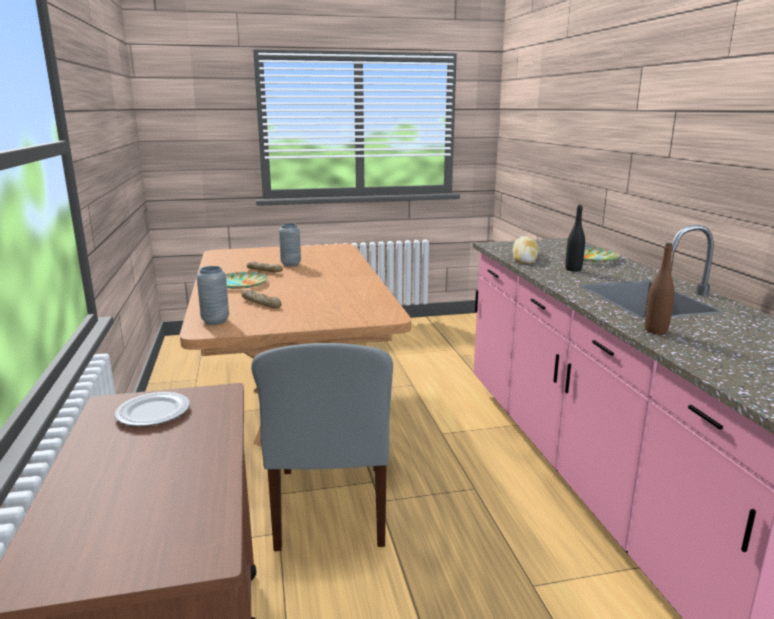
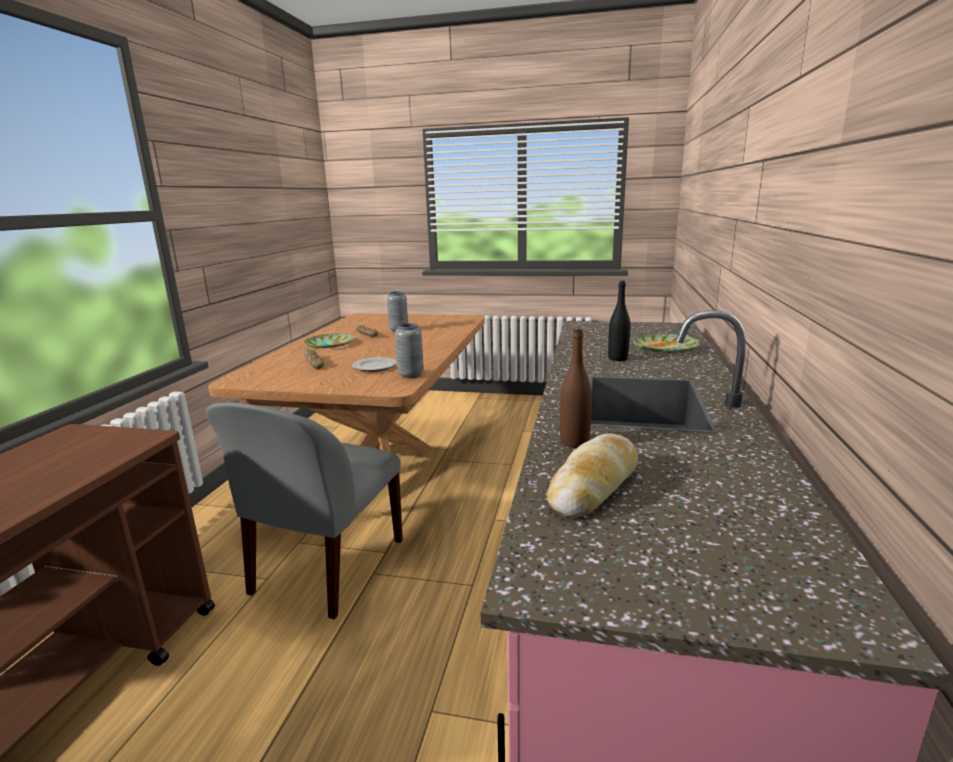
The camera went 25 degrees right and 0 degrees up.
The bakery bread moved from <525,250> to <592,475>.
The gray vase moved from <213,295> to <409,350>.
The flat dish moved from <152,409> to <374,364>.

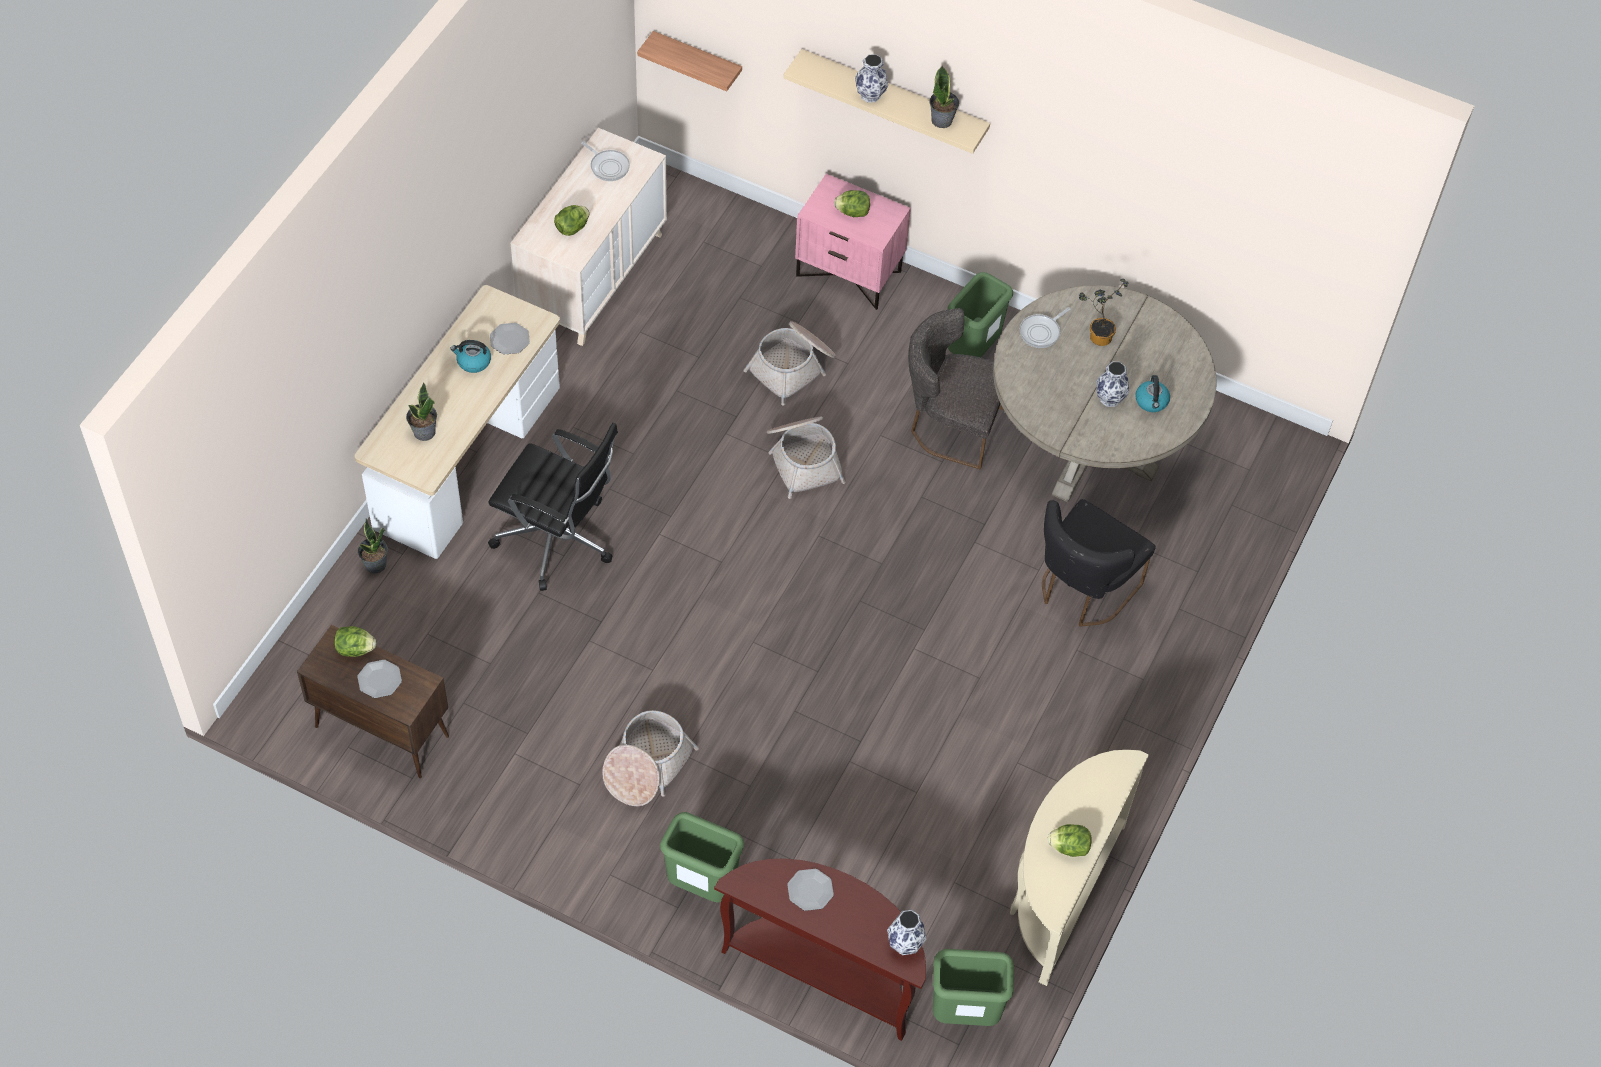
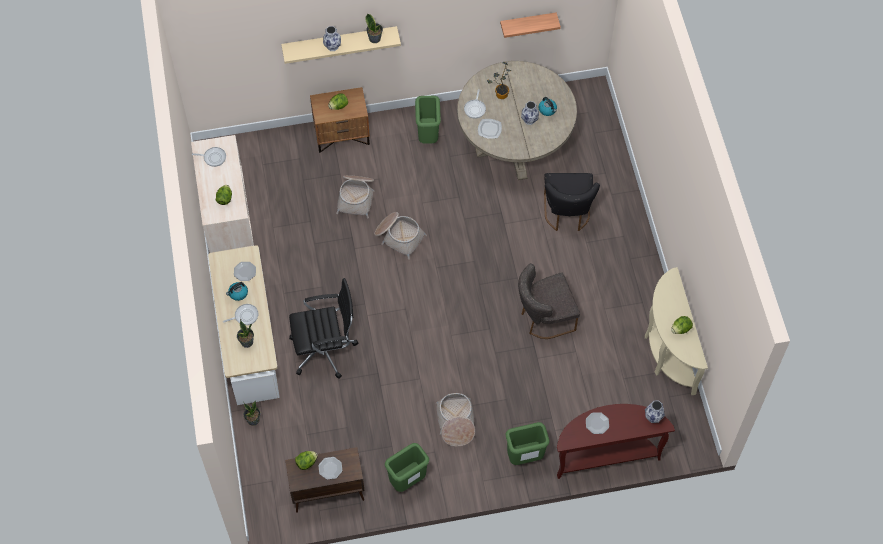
The camera went 35 degrees left and 5 degrees up.
The bracket shelf moved from <689,61> to <530,25>.
The pinkish nightstand at <853,242> became the brownish nightstand at <340,120>.
The gray plain chair moved from <955,388> to <549,301>.
The greenish waste bin moved from <973,987> to <407,467>.
The flat dish at <490,129> appeared.
The skillet at <240,314> appeared.

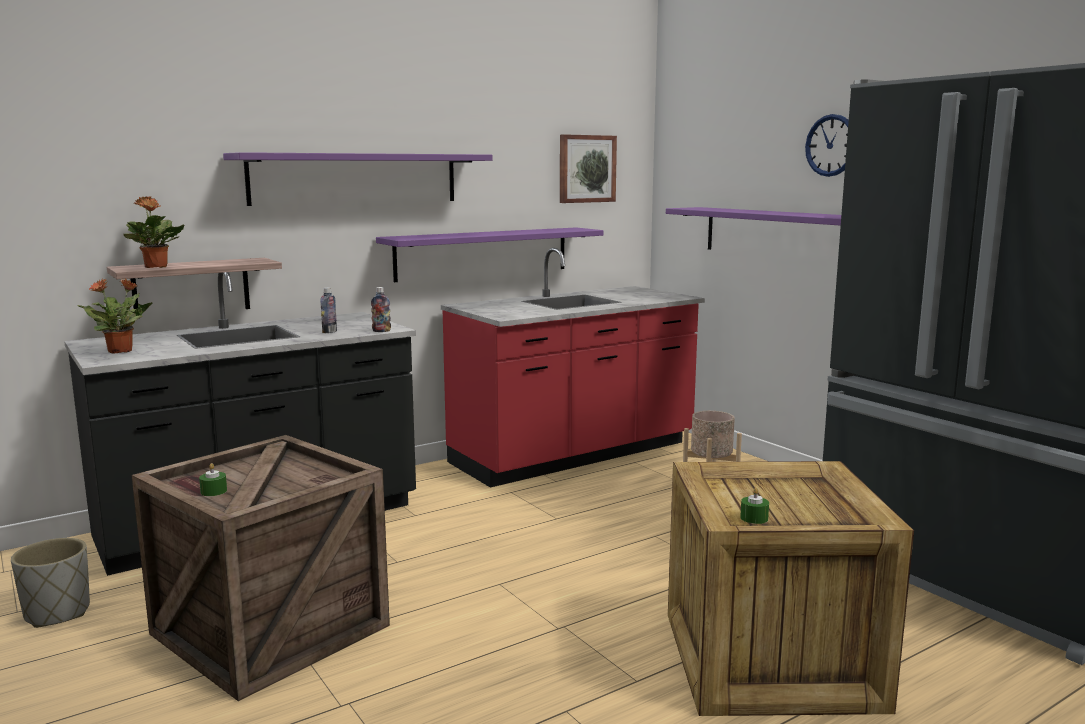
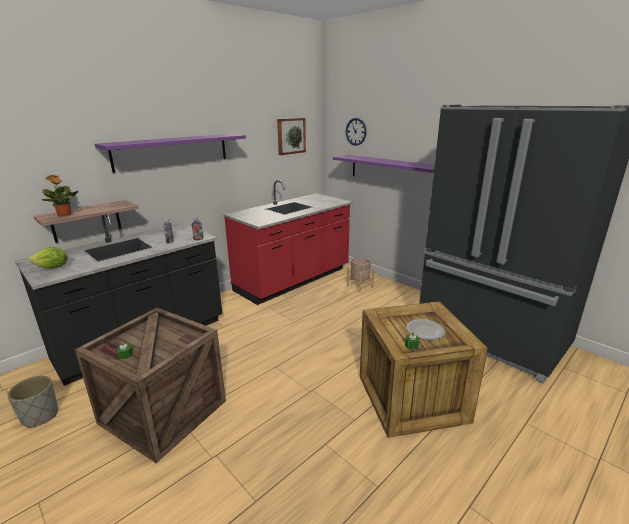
The camera went 10 degrees left and 10 degrees up.
The hanging clock moved from <827,145> to <356,132>.
The purple-coloured bracket shelf at <489,255> disappeared.
The houseplant at <115,316> was replaced by the lettuce head at <48,258>.
The flat dish at <425,329> appeared.

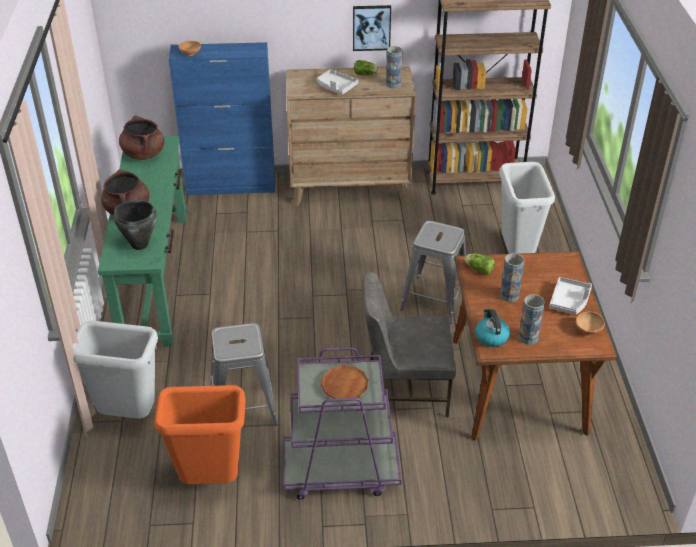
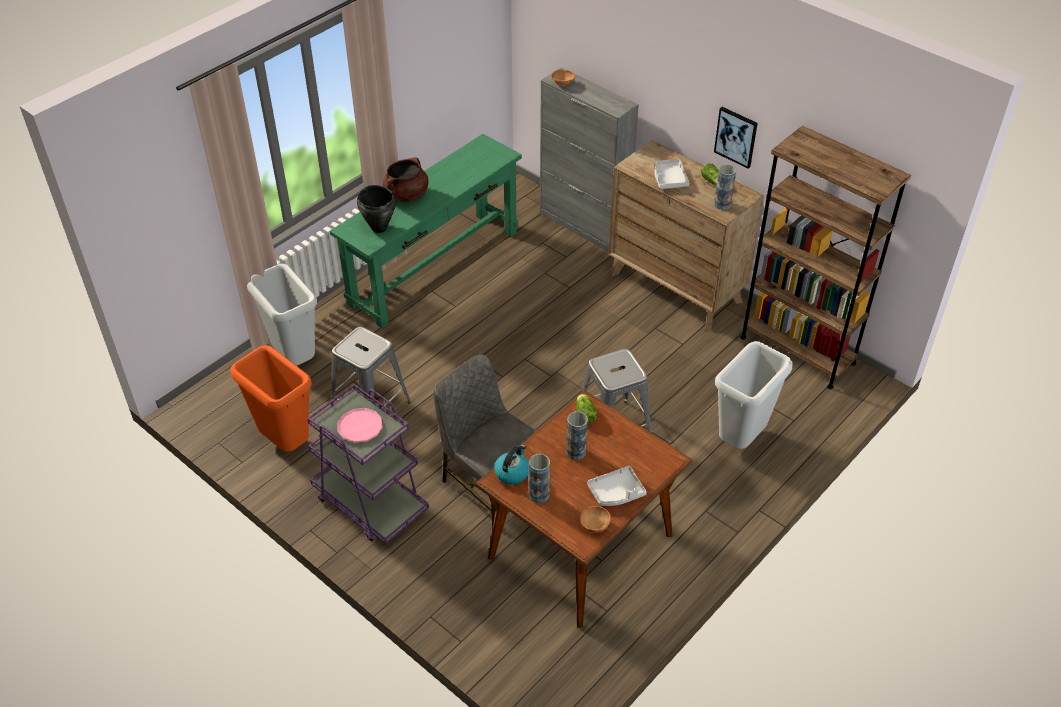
The camera went 45 degrees right and 5 degrees up.
The blue-coloured cupboard at <222,118> became the gray cupboard at <589,159>.
The brownish stockpot at <141,137> disappeared.
The brownish flat dish at <345,382> became the pinkish flat dish at <360,425>.

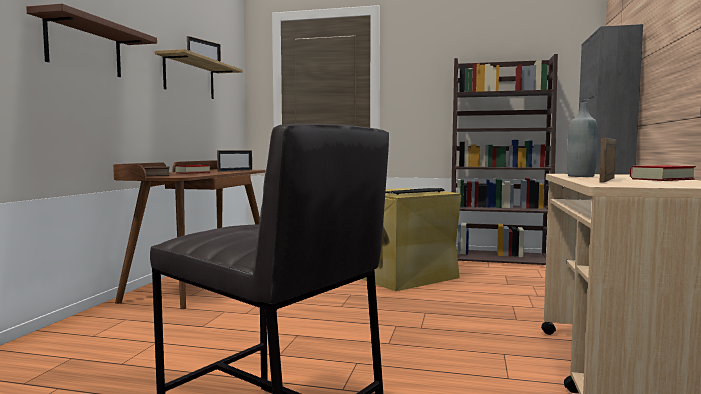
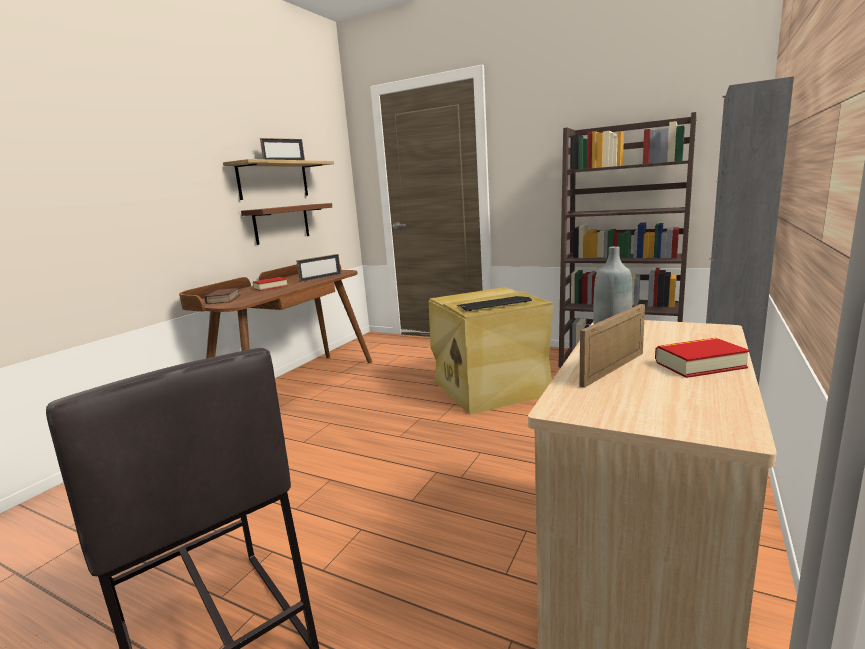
The camera went 15 degrees right and 10 degrees up.
The brownish bracket shelf moved from <91,40> to <286,224>.

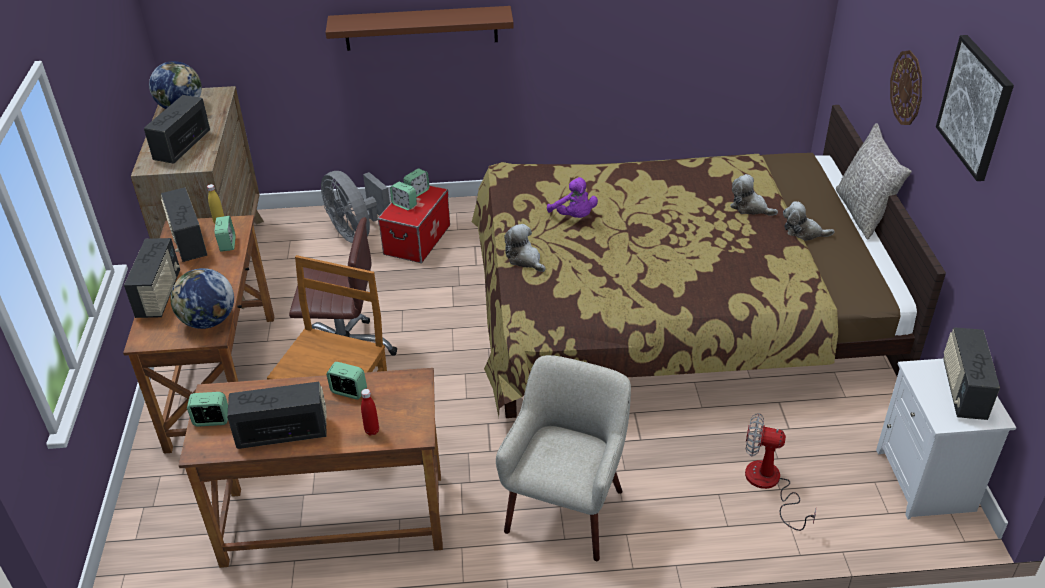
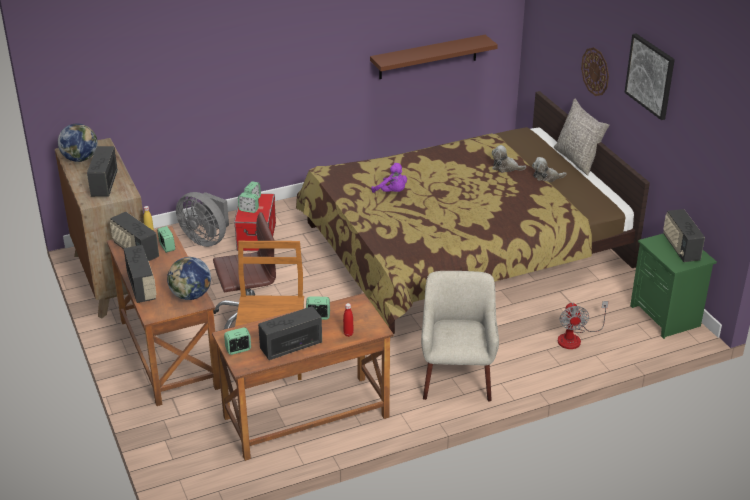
The camera went 20 degrees left and 5 degrees down.
The brownish bracket shelf moved from <420,28> to <434,57>.
The soft toy at <524,248> disappeared.
The whitish nightstand at <946,438> became the greenish nightstand at <673,286>.
The cooling fan at <780,472> turned 90 degrees counterclockwise.

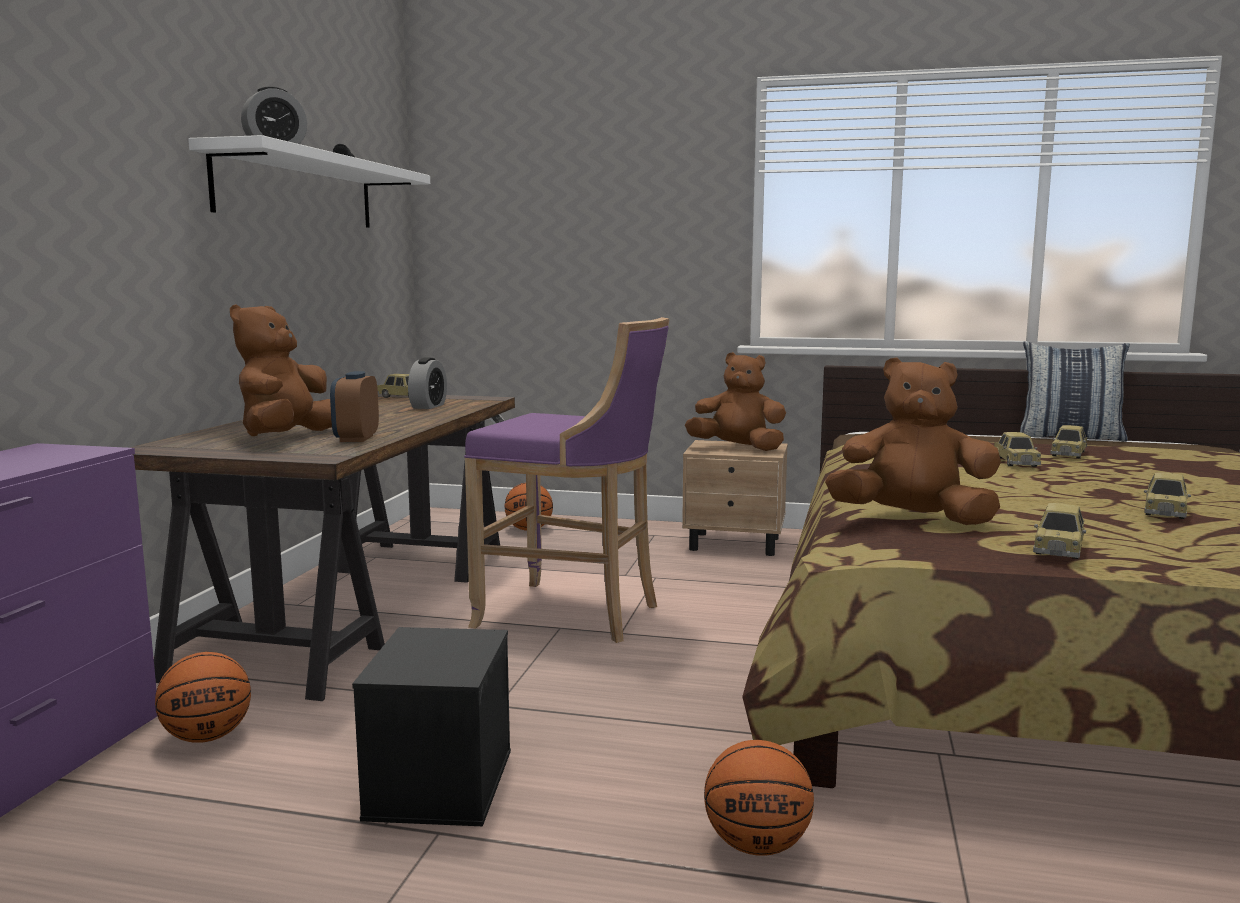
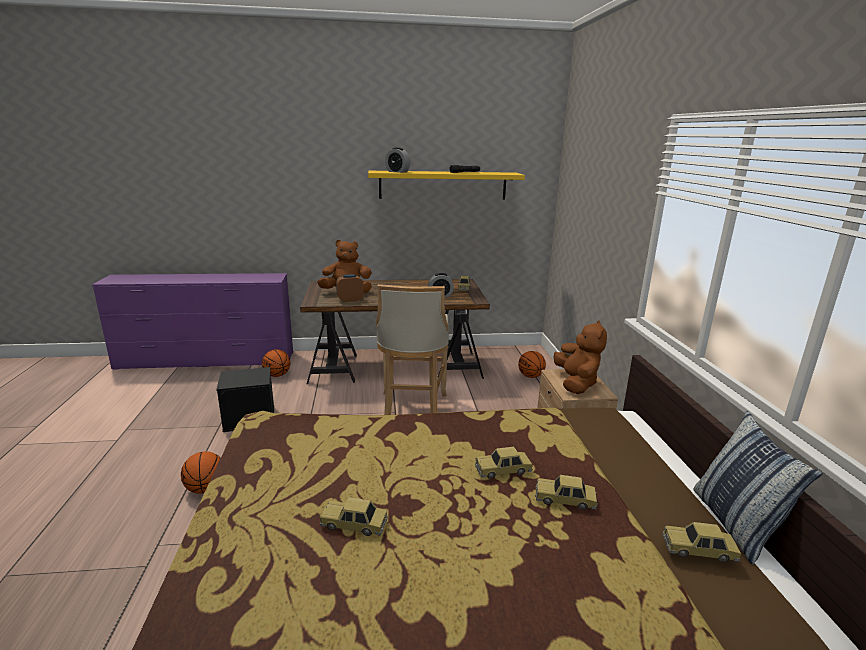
The camera went 70 degrees right and 10 degrees up.
The whitish bracket shelf at <309,181> became the yellow bracket shelf at <446,185>.
The purple-coloured sitting stool at <566,480> became the sand-coloured sitting stool at <412,349>.
The brownish soft toy at <913,441> disappeared.
The model car moved from <1059,531> to <702,542>.

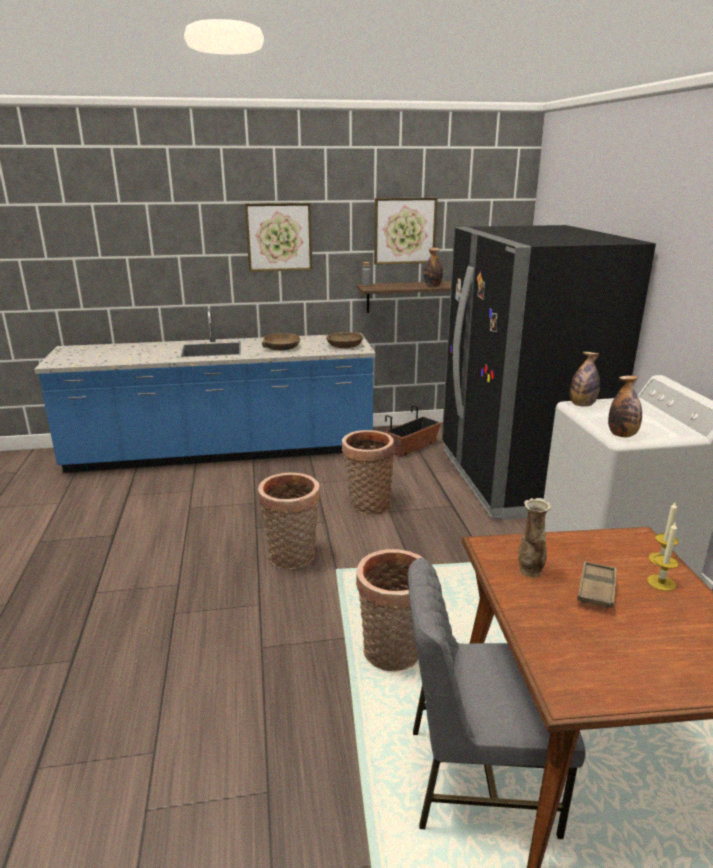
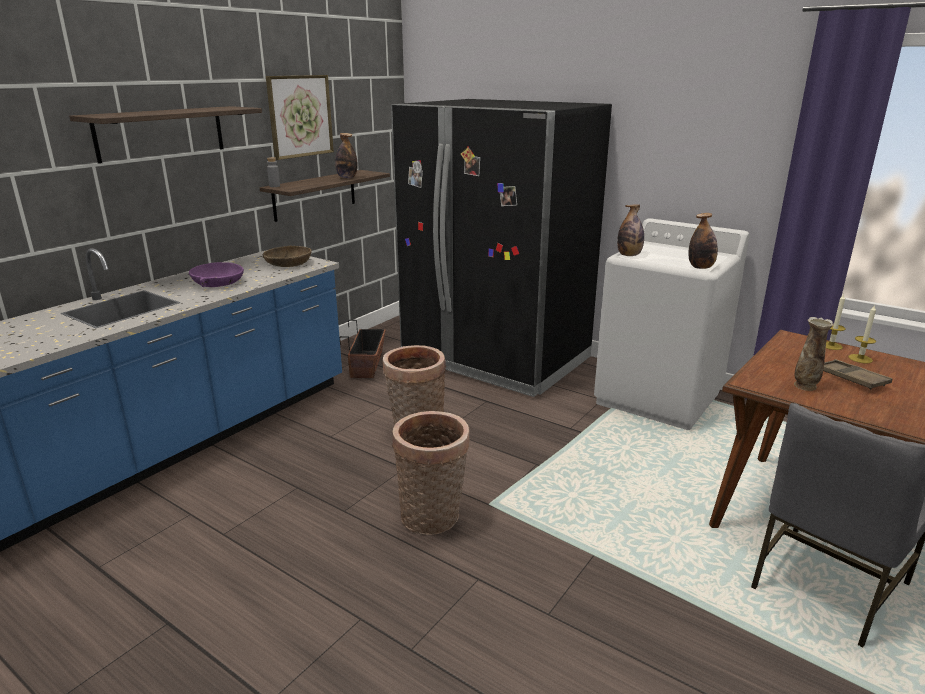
The camera went 45 degrees left and 0 degrees up.
The wall picture at <278,237> was replaced by the bracket shelf at <165,135>.
The brownish deep dish at <281,341> became the purple-coloured deep dish at <216,274>.
The basket at <389,610> disappeared.

